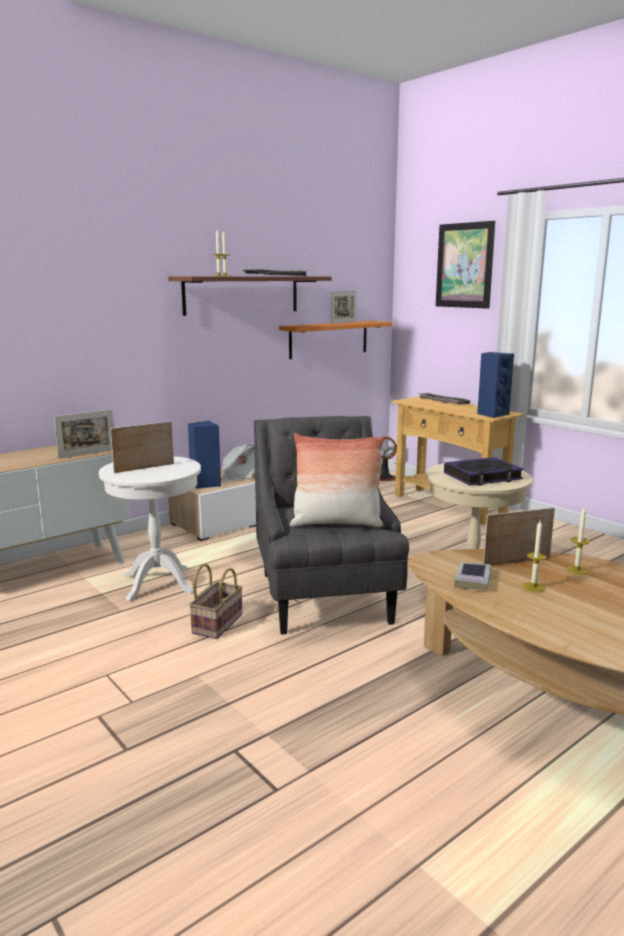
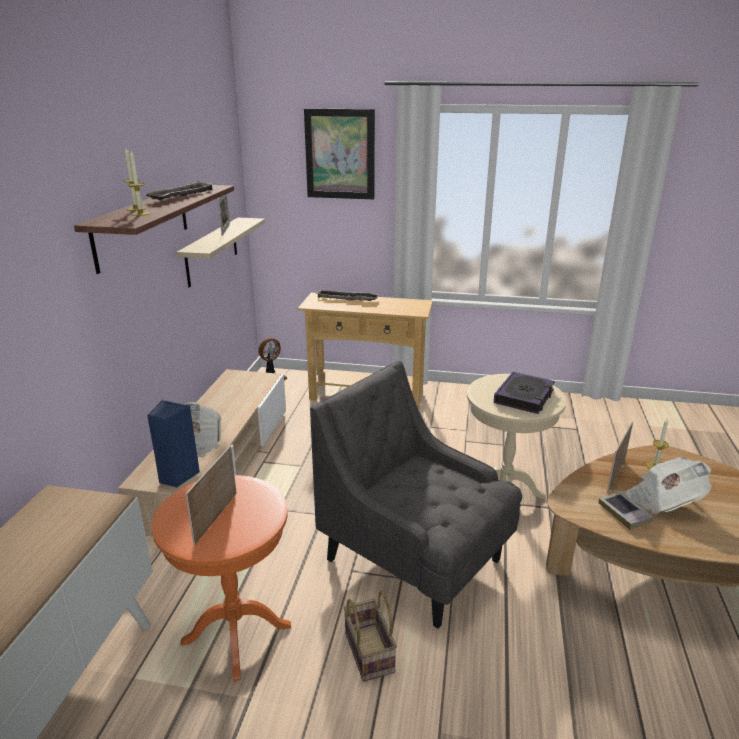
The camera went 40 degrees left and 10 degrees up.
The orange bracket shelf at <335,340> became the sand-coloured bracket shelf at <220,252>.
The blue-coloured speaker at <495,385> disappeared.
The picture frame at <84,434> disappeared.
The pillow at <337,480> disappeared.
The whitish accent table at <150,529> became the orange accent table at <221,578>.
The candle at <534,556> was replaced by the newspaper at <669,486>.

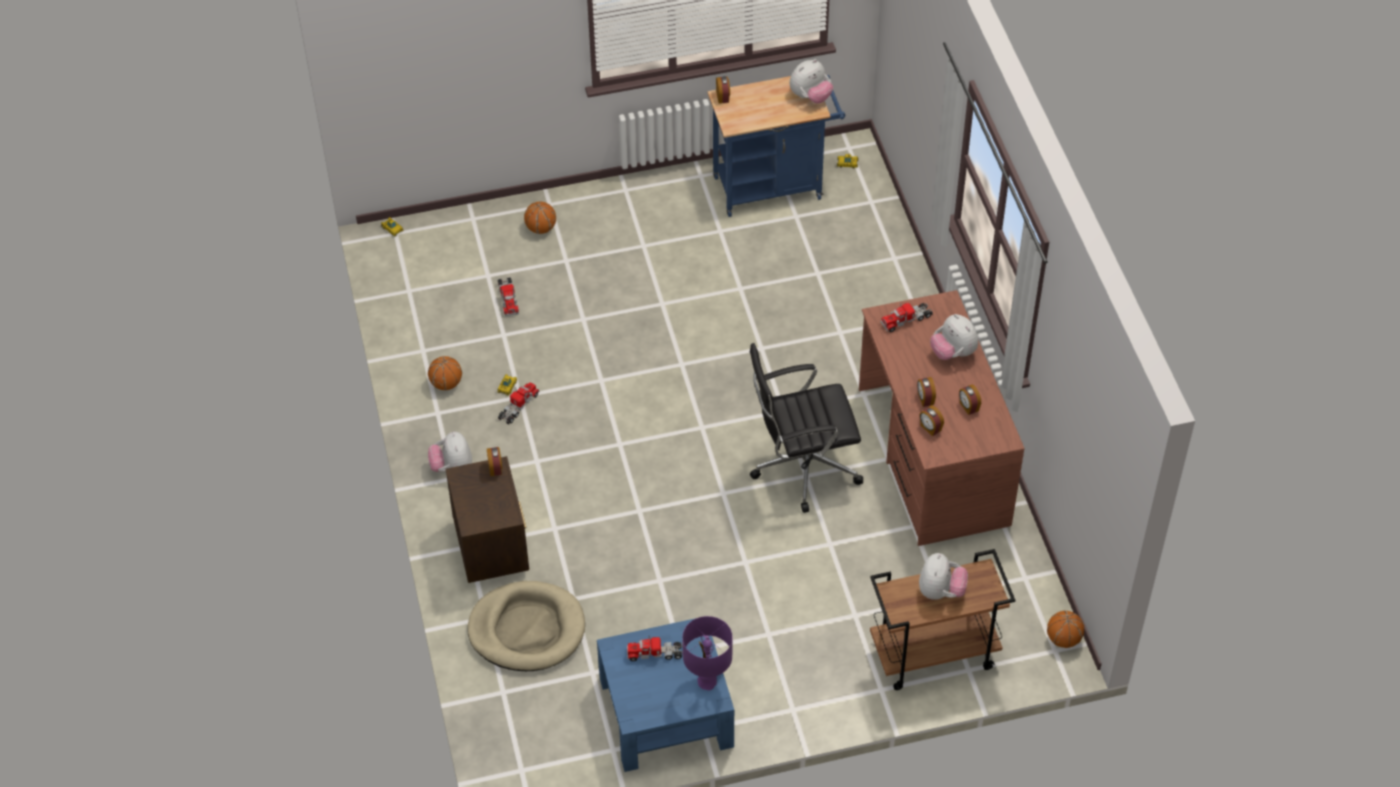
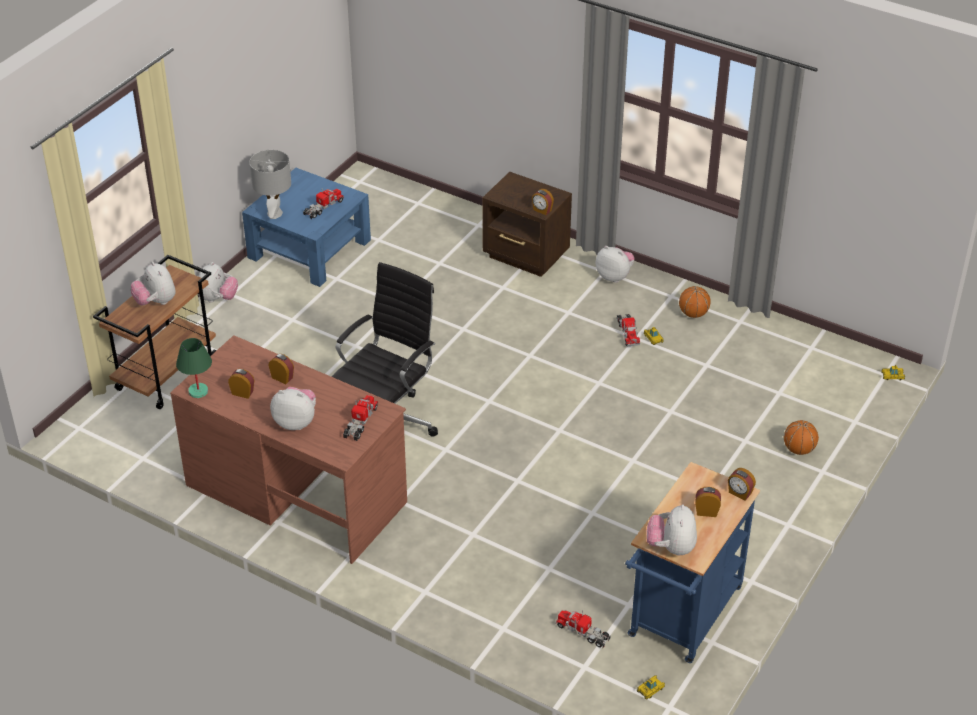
The camera went 135 degrees right and 10 degrees down.
The toy truck moved from <508,296> to <583,629>.
The table clock moved from <932,420> to <708,502>.
The sand-coloured dog cushion at <526,626> disappeared.
The basketball ball at <1065,629> disappeared.
The purple-coloured table lamp at <707,653> became the gray table lamp at <270,184>.
The soft toy at <218,282> appeared.
The greenish table lamp at <194,368> appeared.

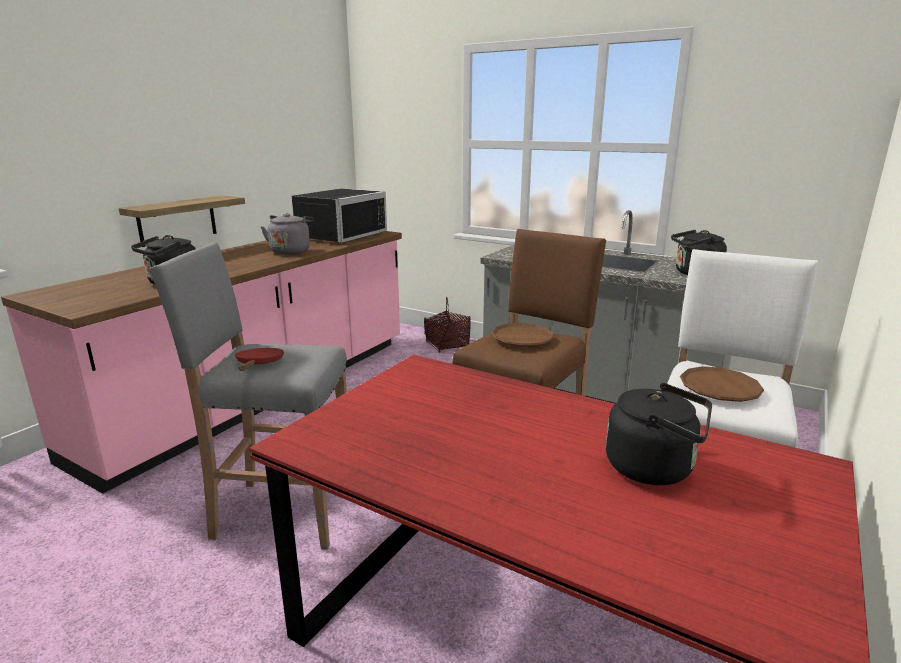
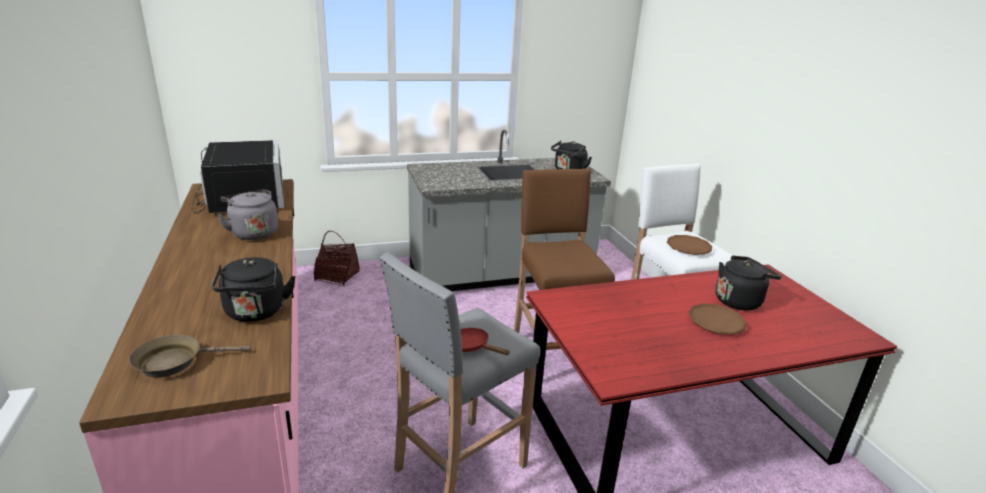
The camera went 50 degrees left and 5 degrees up.
The bracket shelf at <182,221> disappeared.
The brownish flat dish moved from <523,335> to <717,319>.
The brownish skillet at <190,356> appeared.

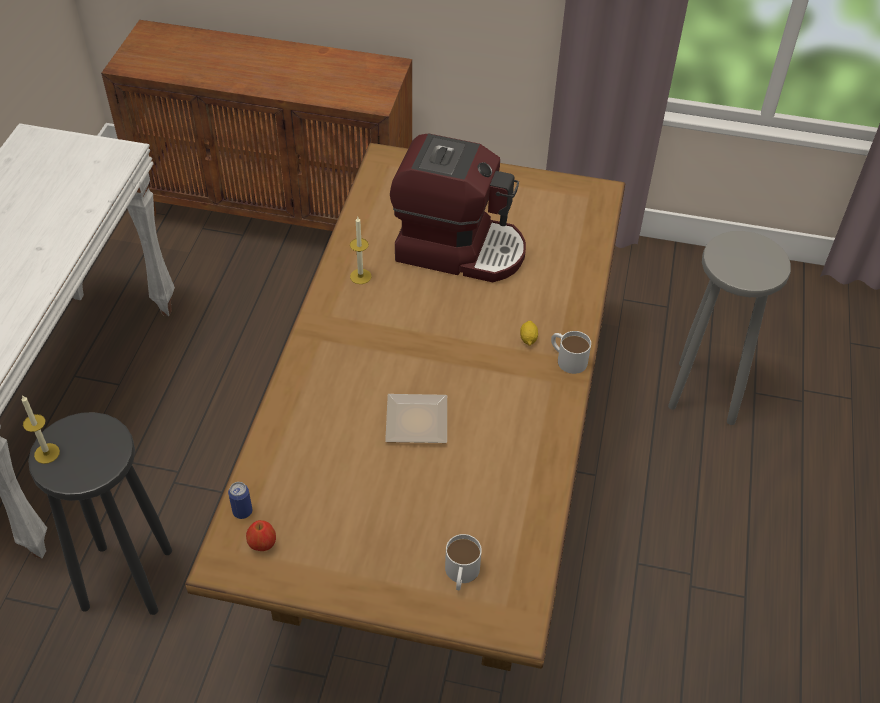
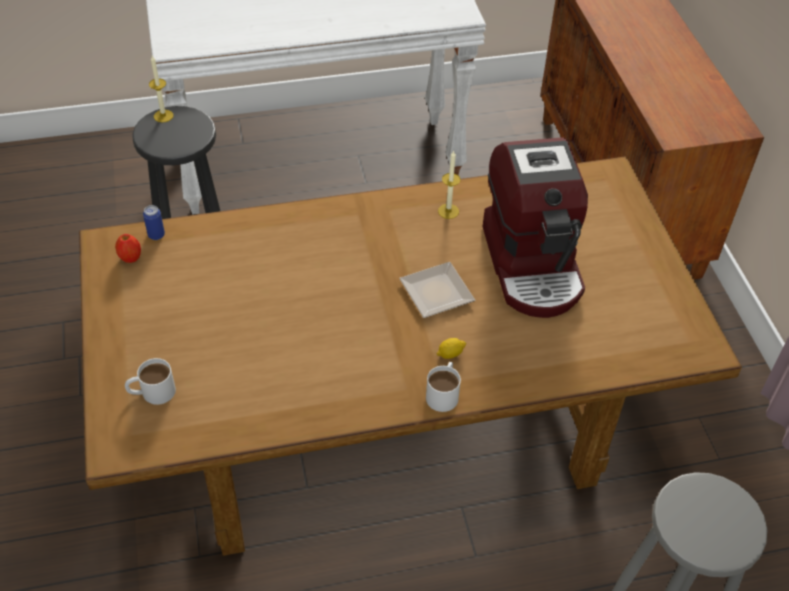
The camera went 65 degrees right and 0 degrees up.
The flat dish moved from <416,418> to <437,290>.

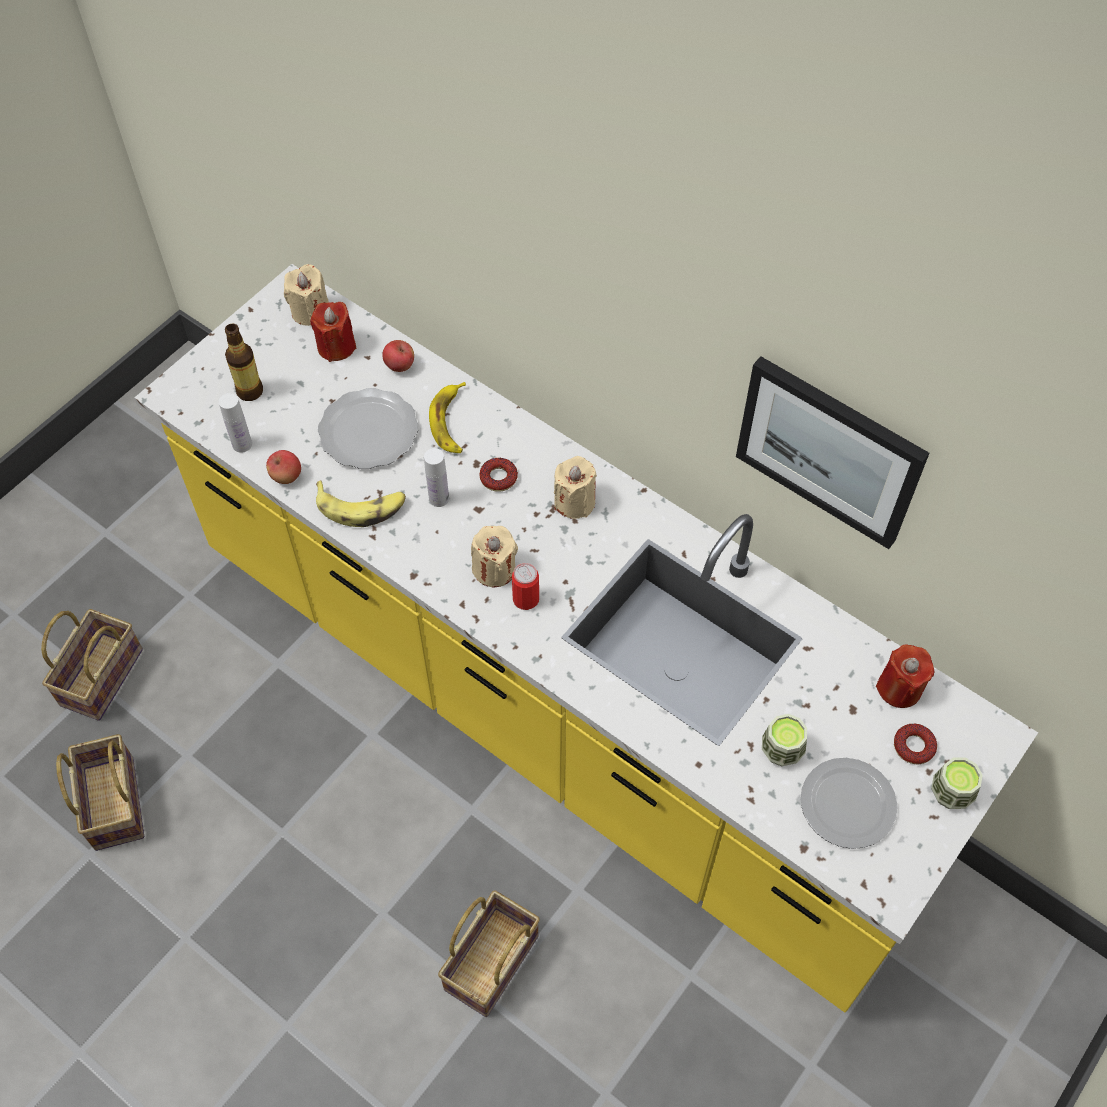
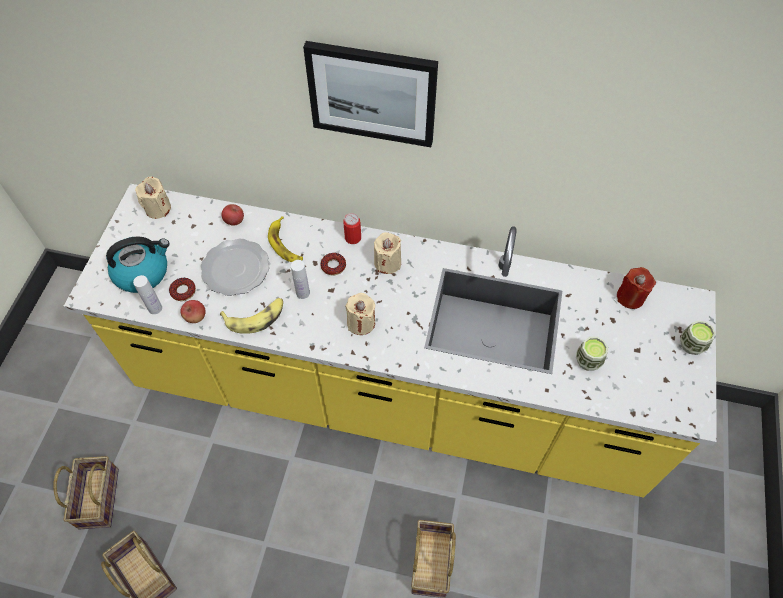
The camera went 25 degrees left and 0 degrees up.
The red-coloured candle at <333,332> disappeared.
The bottle at <244,362> was replaced by the kettle at <138,265>.
The wall picture moved from <832,452> to <370,94>.
The metal can moved from <525,586> to <352,228>.
The donut moved from <915,744> to <182,289>.
The flat dish at <849,803> disappeared.

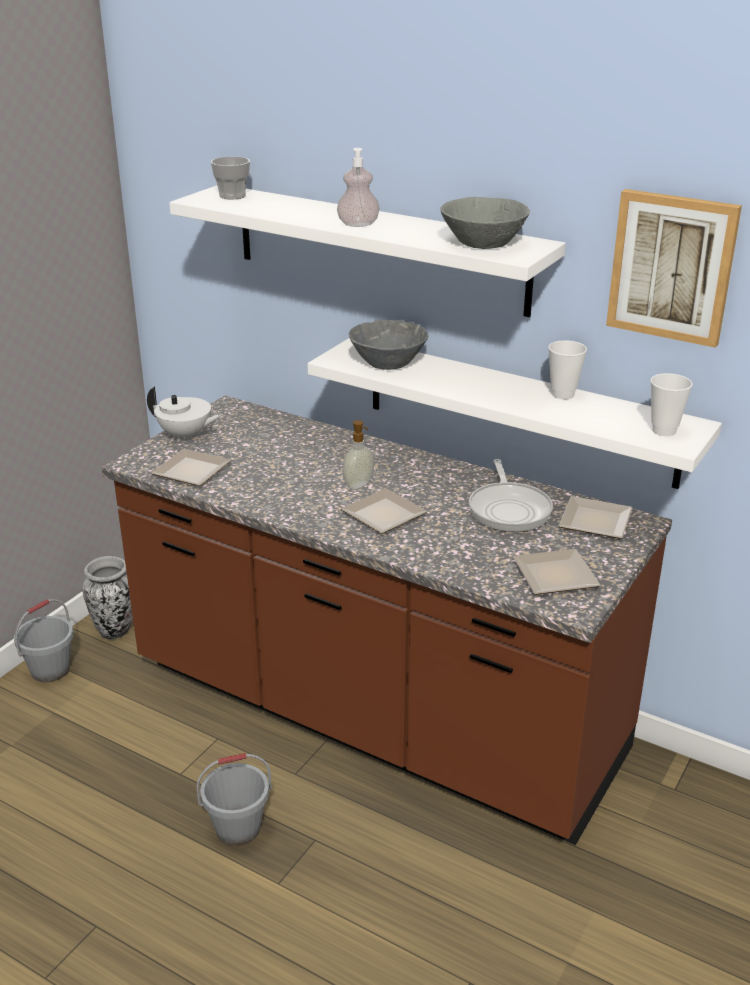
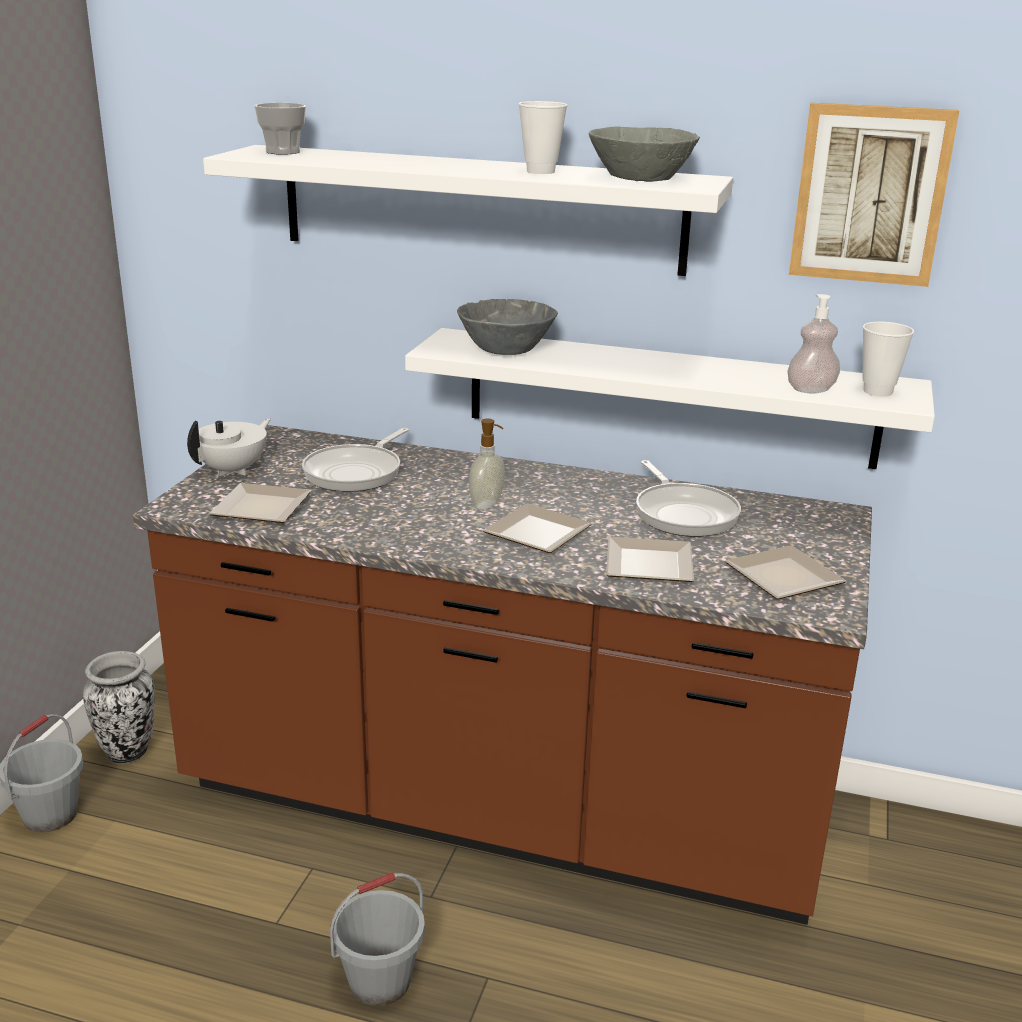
The camera went 15 degrees left and 5 degrees down.
The liquid soap bottle moved from <358,187> to <813,343>.
The cup moved from <567,369> to <542,137>.
The whitish tea pot at <185,414> turned 60 degrees counterclockwise.
The flat dish moved from <595,517> to <650,559>.
The skillet at <355,460> appeared.

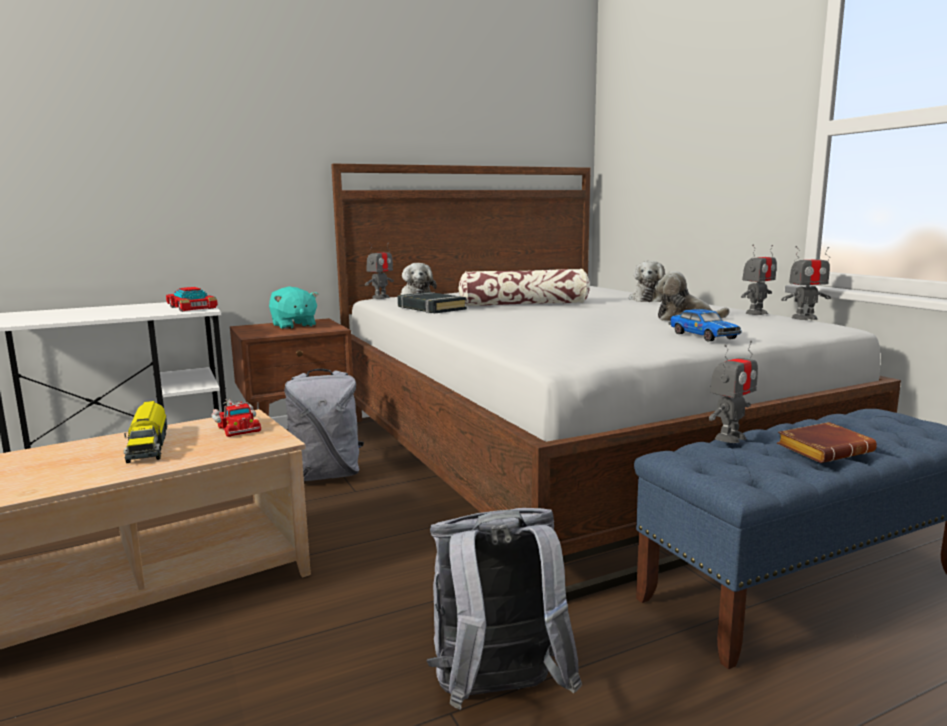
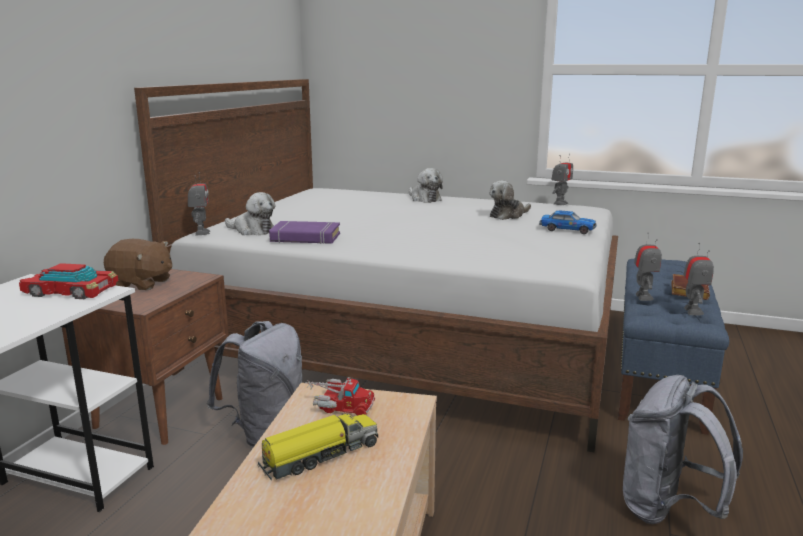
The camera went 45 degrees left and 5 degrees up.
The toy robot moved from <759,280> to <699,279>.
The pillow at <524,287> disappeared.
The turquoise soft toy at <294,308> became the brownish soft toy at <138,264>.
The black book at <432,302> became the purple-coloured book at <304,232>.
The toy truck at <145,432> turned 60 degrees counterclockwise.

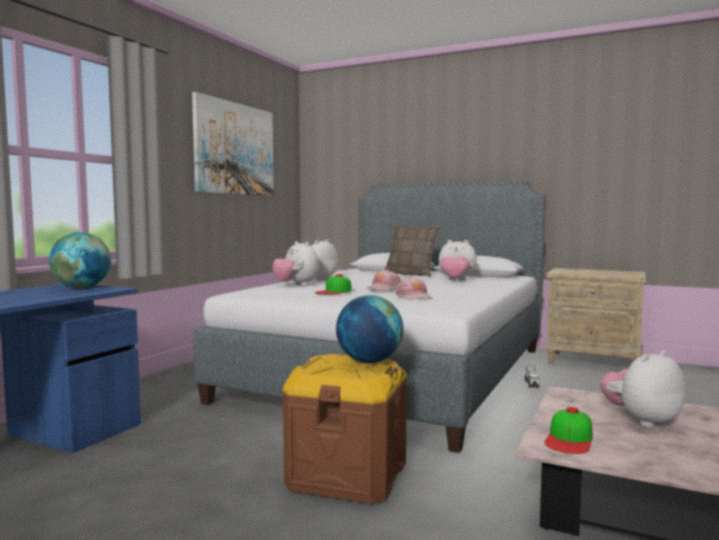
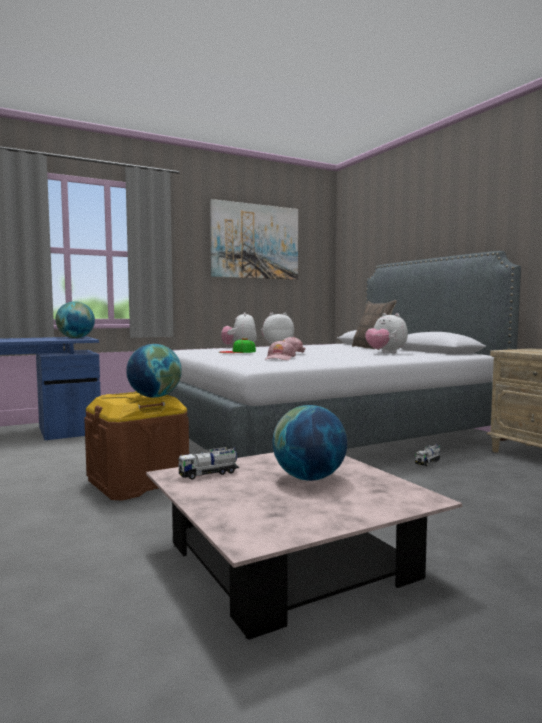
The camera went 35 degrees right and 0 degrees up.
The soft toy at <643,389> was replaced by the globe at <309,443>.
The peaked cap at <568,430> was replaced by the toy truck at <208,463>.

